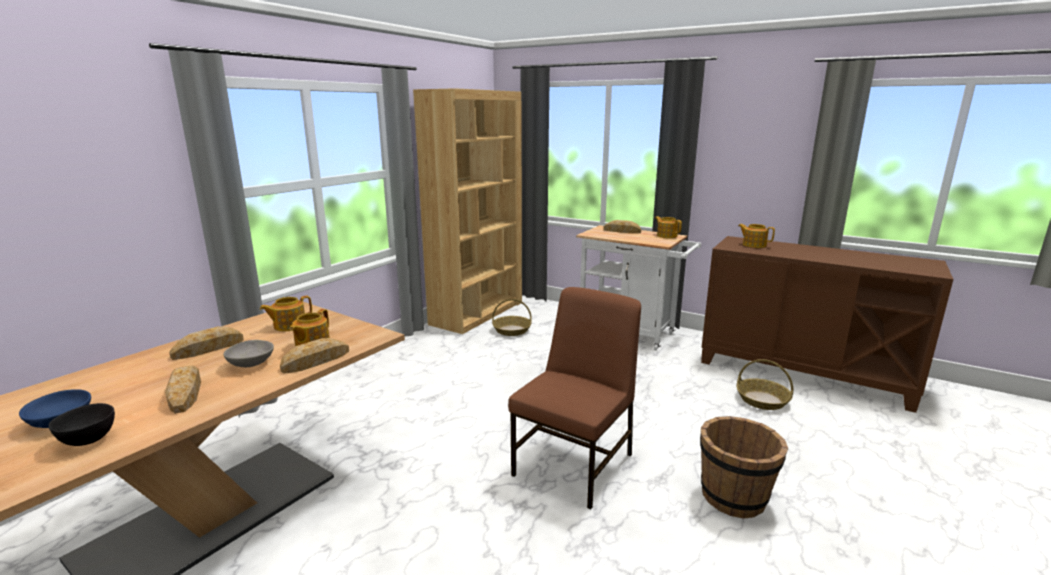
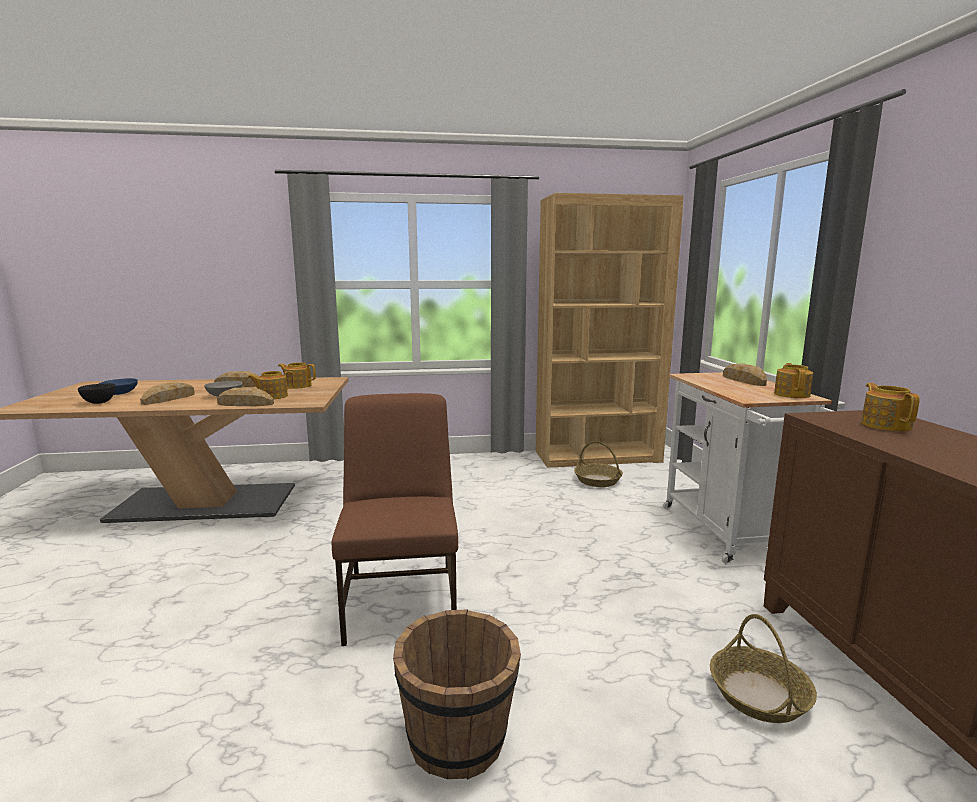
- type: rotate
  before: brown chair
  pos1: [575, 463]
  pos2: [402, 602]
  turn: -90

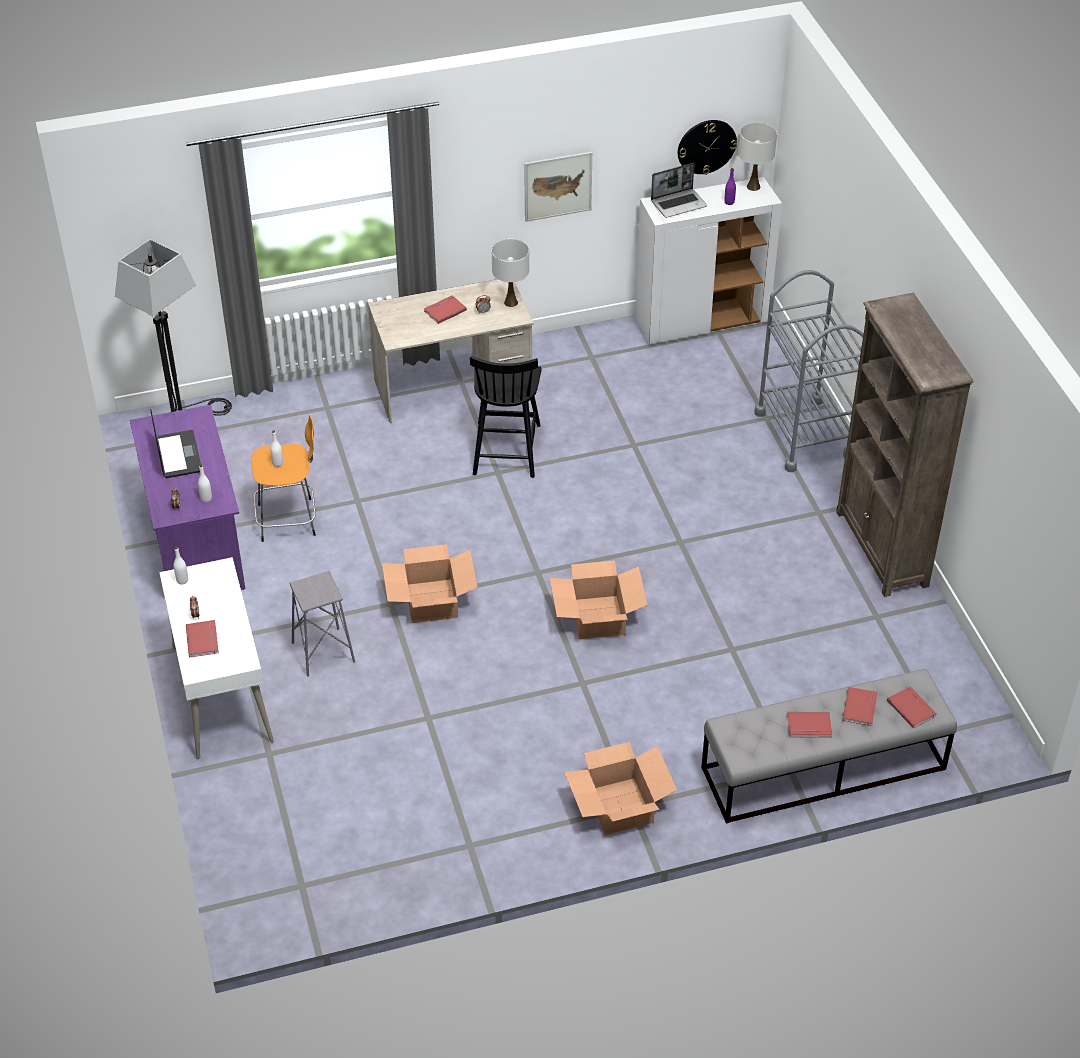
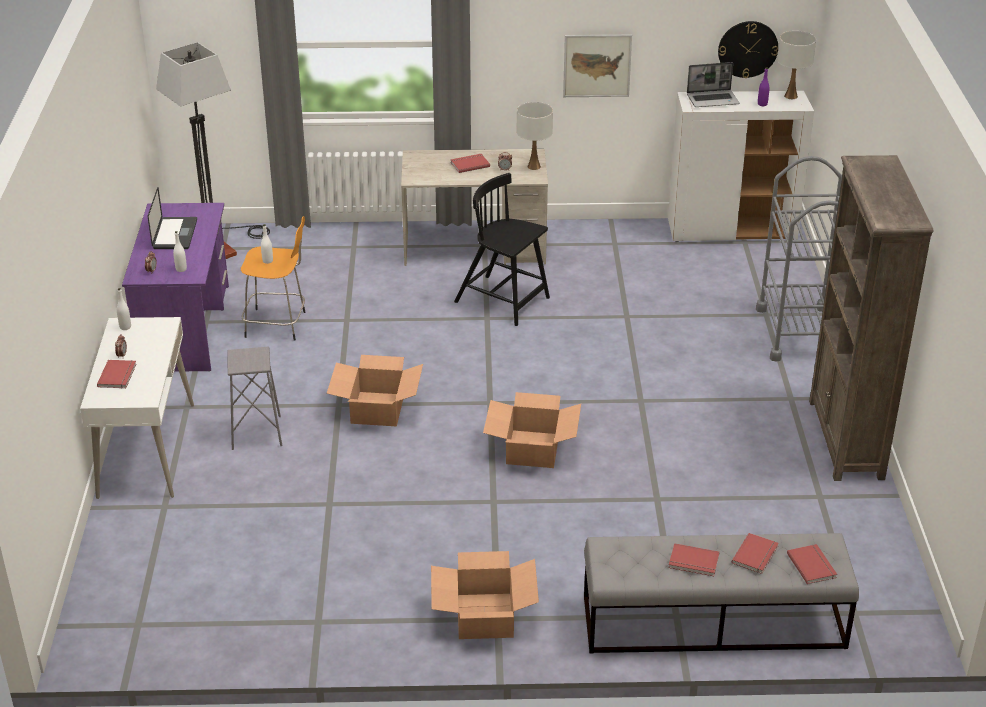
- type: rotate
  before: black chair
  pos1: [506, 448]
  pos2: [503, 301]
  turn: 105

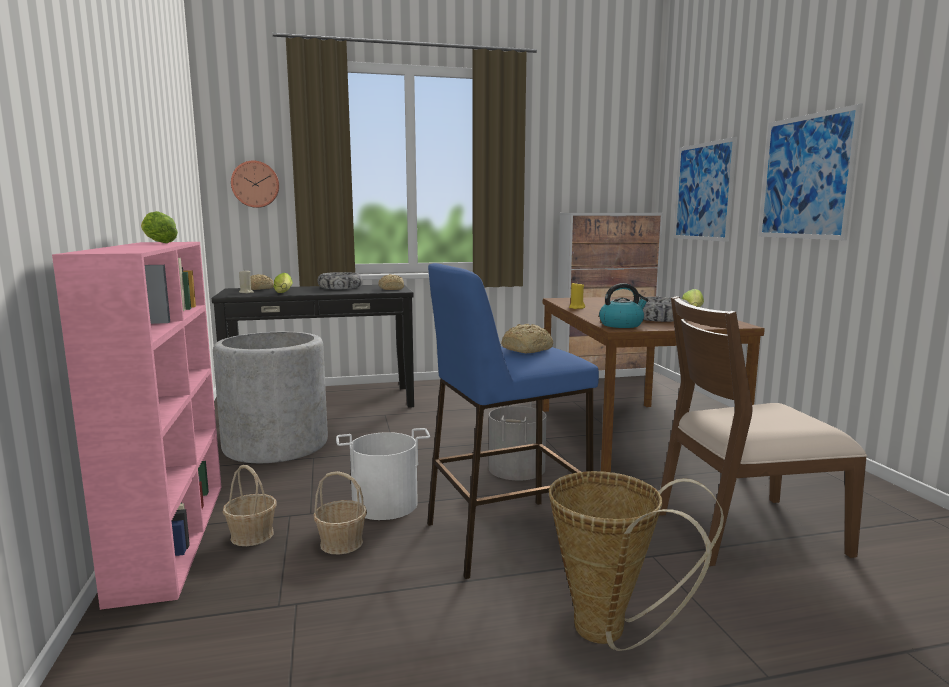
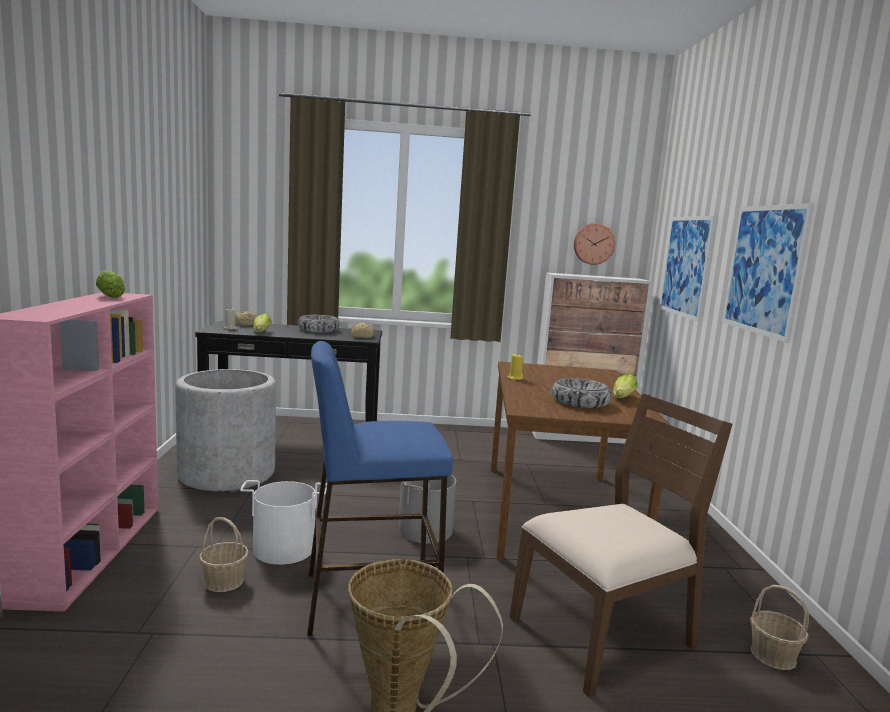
- type: delete
  before: bread
  pos1: [528, 349]
- type: delete
  before: kettle
  pos1: [621, 325]
- type: move
  before: basket
  pos1: [252, 535]
  pos2: [773, 655]
- type: move
  before: wall clock
  pos1: [255, 184]
  pos2: [593, 244]
- type: rotate
  before: brown chair
  pos1: [745, 531]
  pos2: [604, 634]
  turn: 150

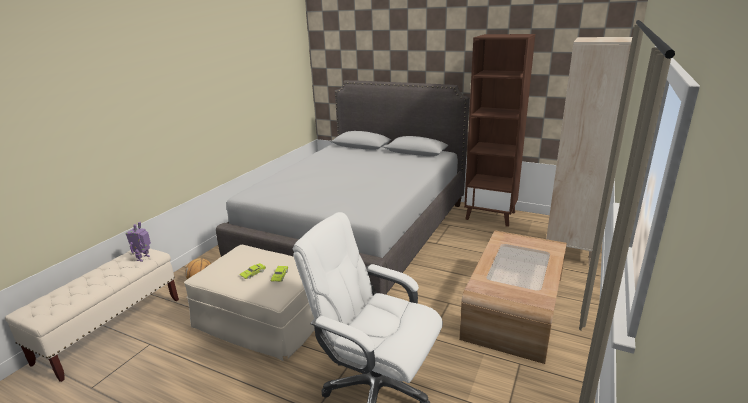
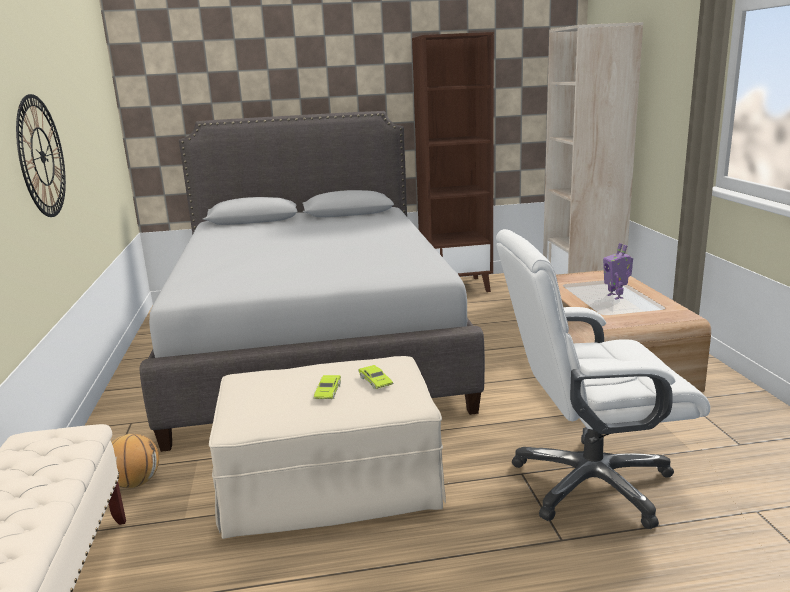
- type: insert
  after: wall clock
  pos2: [42, 156]
- type: move
  before: toy robot
  pos1: [144, 258]
  pos2: [616, 296]

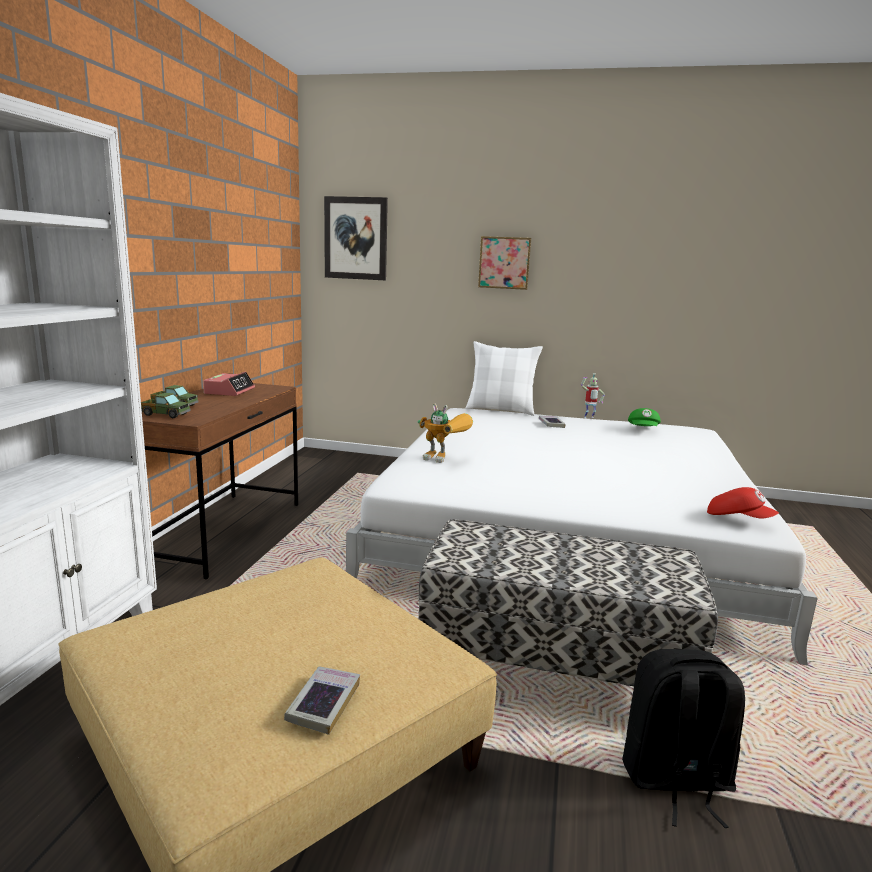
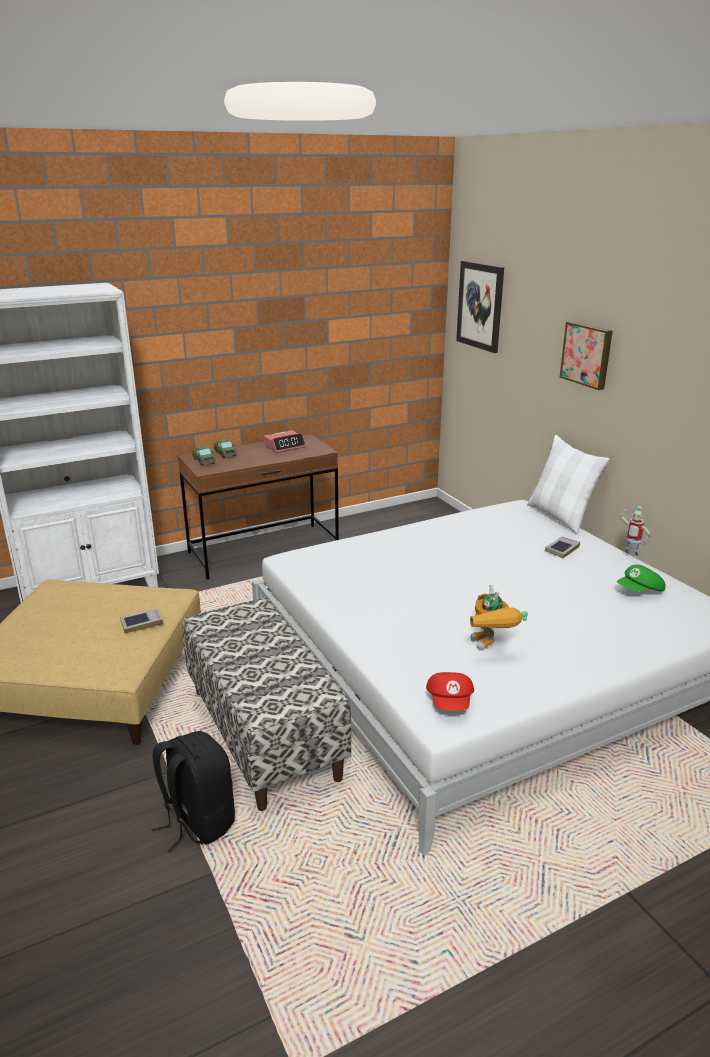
- type: move
  before: book
  pos1: [323, 704]
  pos2: [141, 623]
- type: move
  before: toy robot
  pos1: [445, 459]
  pos2: [491, 648]

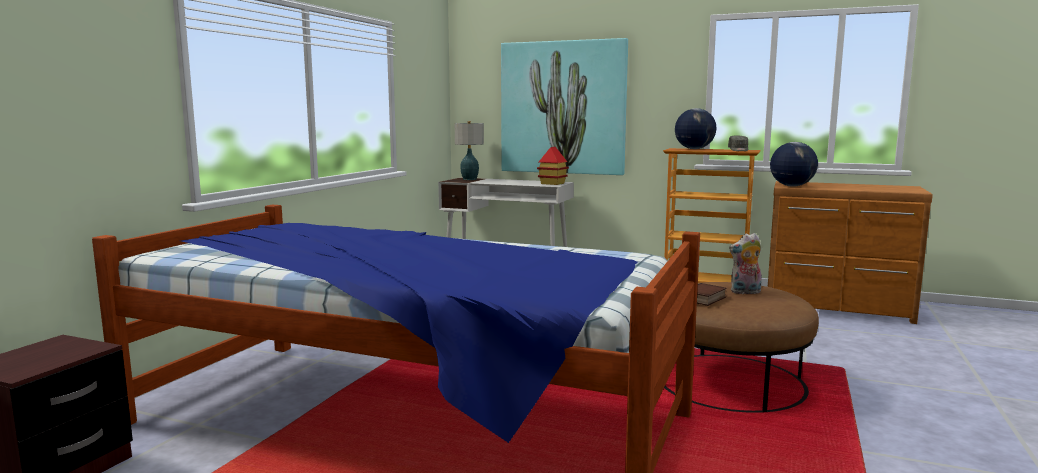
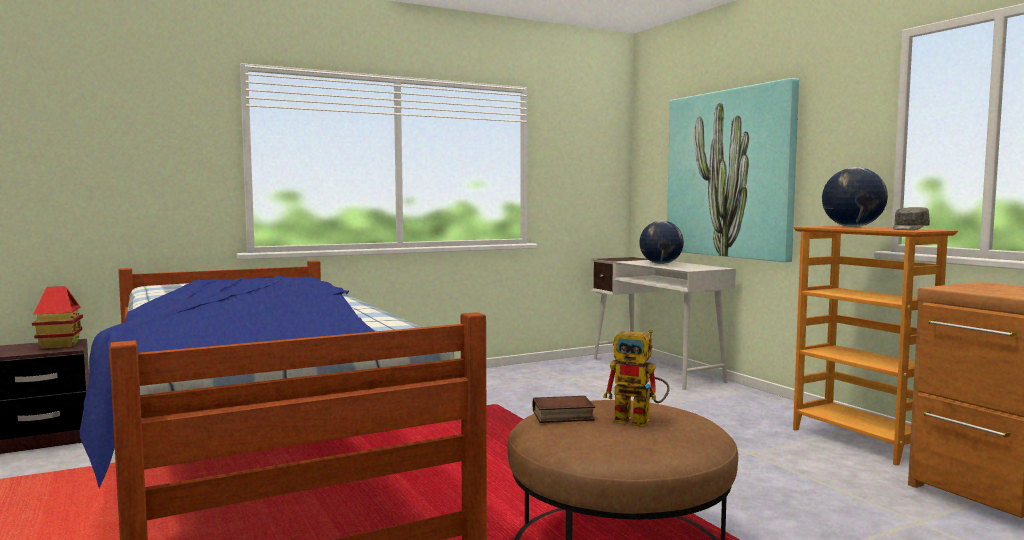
- type: delete
  before: table lamp
  pos1: [470, 179]
- type: move
  before: toy house
  pos1: [552, 183]
  pos2: [59, 345]
- type: move
  before: globe
  pos1: [791, 186]
  pos2: [660, 263]
- type: replace
  before: plush toy
  after: toy robot
  pos1: [745, 292]
  pos2: [640, 421]

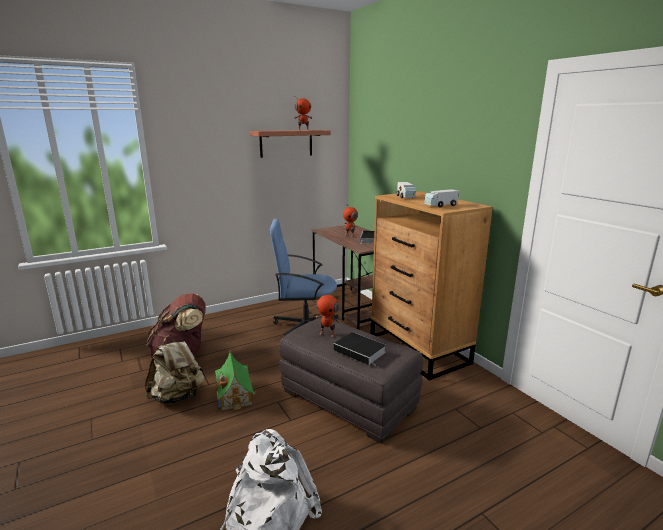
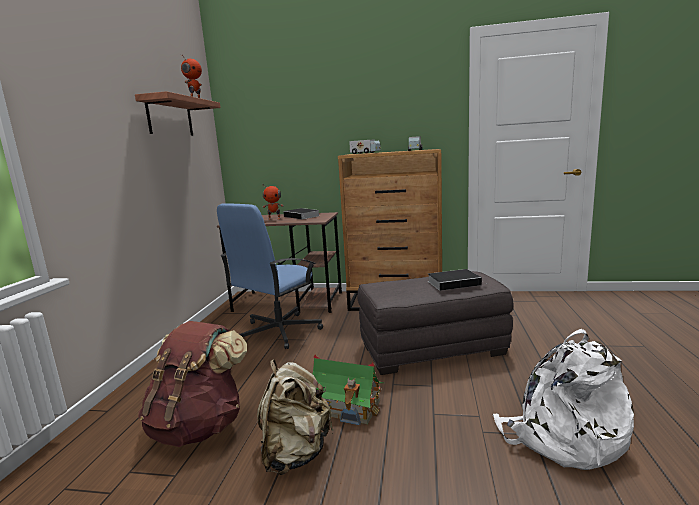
- type: delete
  before: toy robot
  pos1: [327, 334]

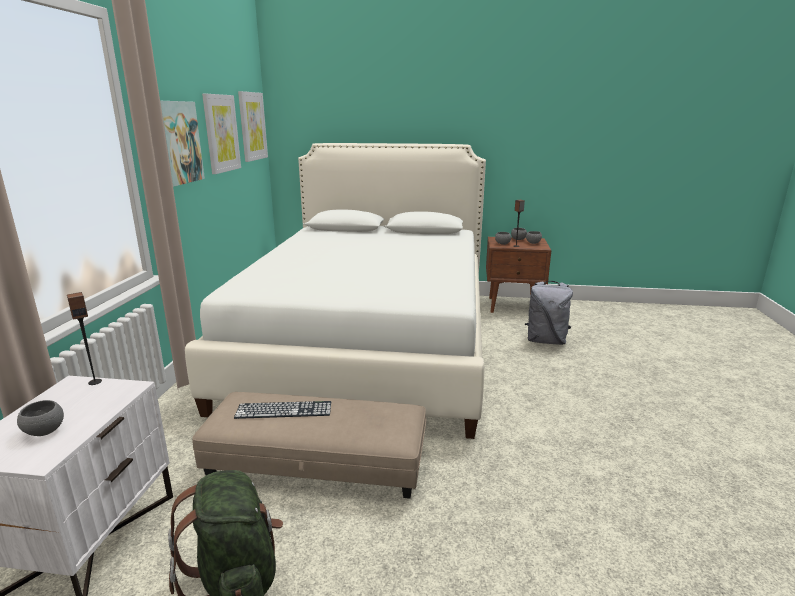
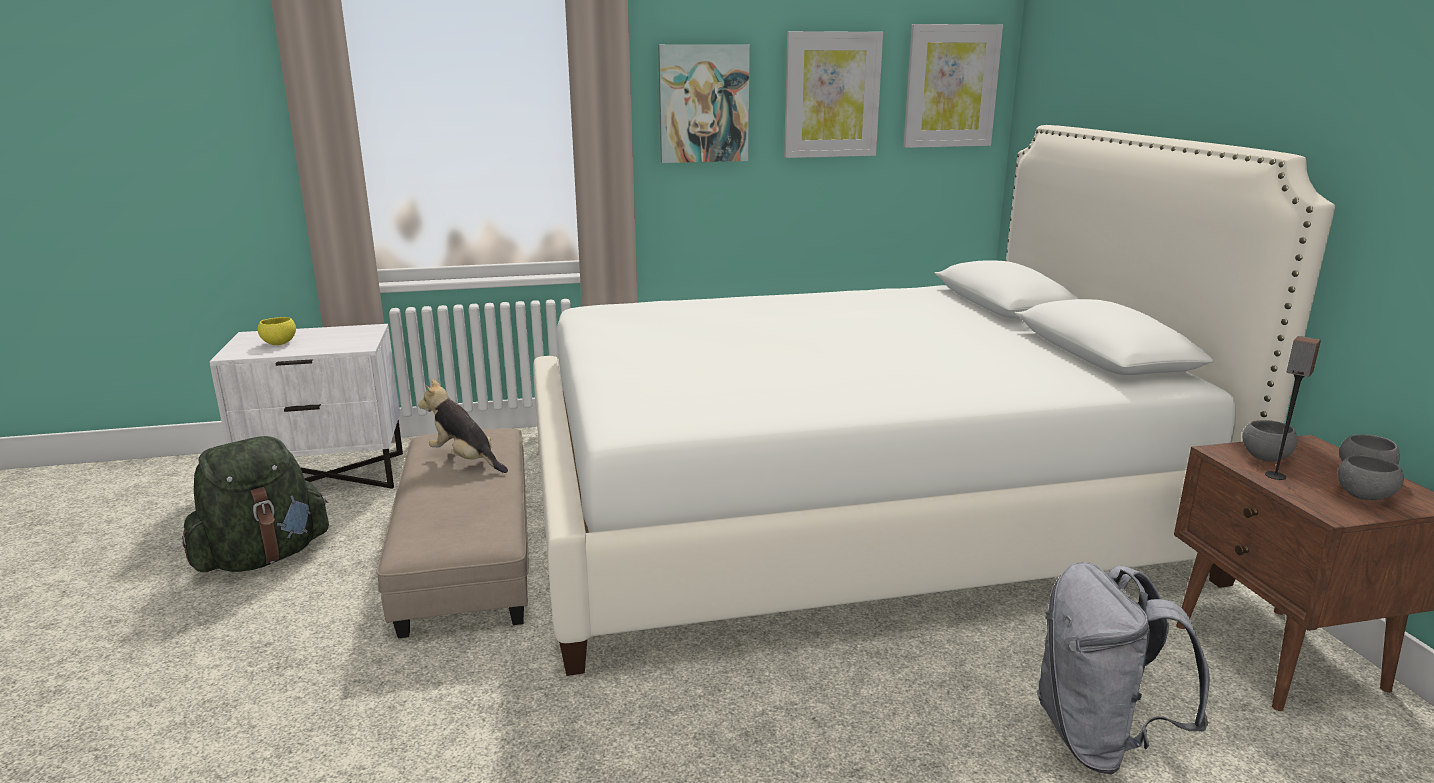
- type: delete
  before: speaker
  pos1: [95, 382]
- type: replace
  before: keyboard
  after: plush toy
  pos1: [284, 410]
  pos2: [465, 460]
- type: recolor
  before: grey bowl
  after: yellow bowl
  pos1: [44, 431]
  pos2: [279, 343]

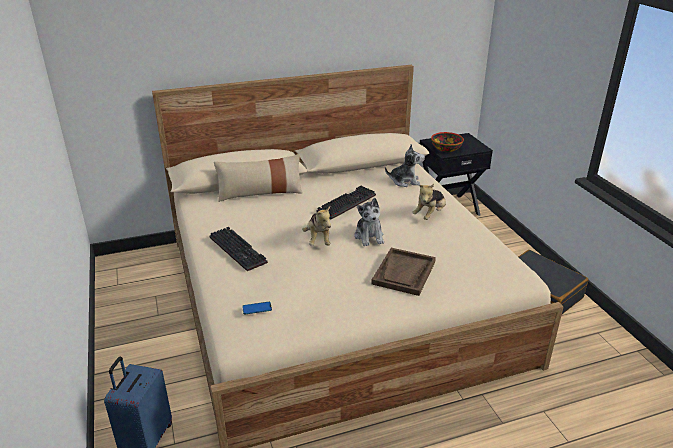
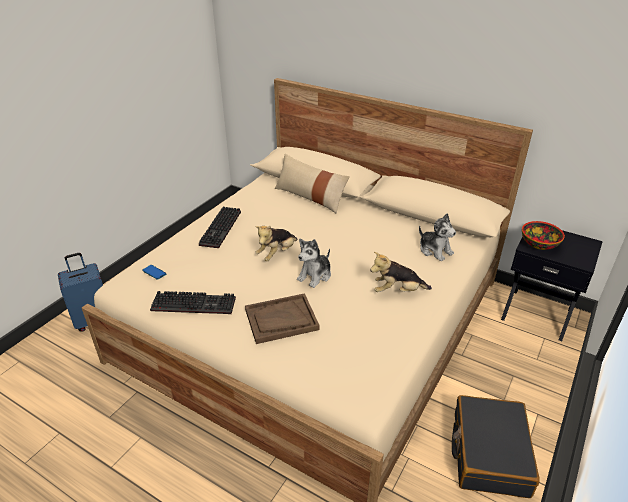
- type: move
  before: keyboard
  pos1: [346, 203]
  pos2: [195, 303]

